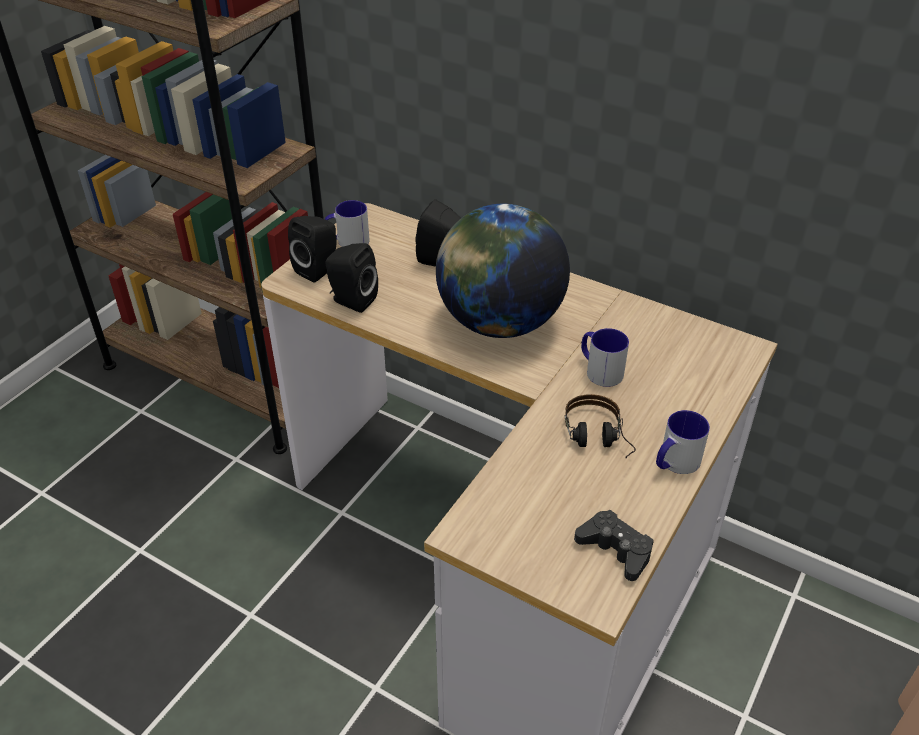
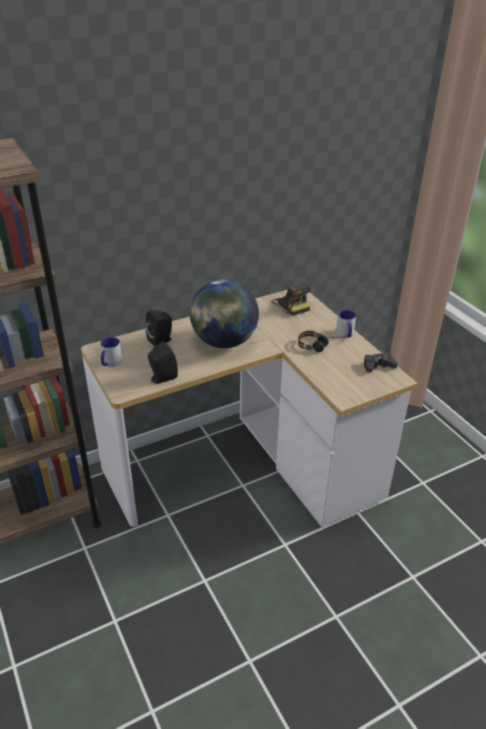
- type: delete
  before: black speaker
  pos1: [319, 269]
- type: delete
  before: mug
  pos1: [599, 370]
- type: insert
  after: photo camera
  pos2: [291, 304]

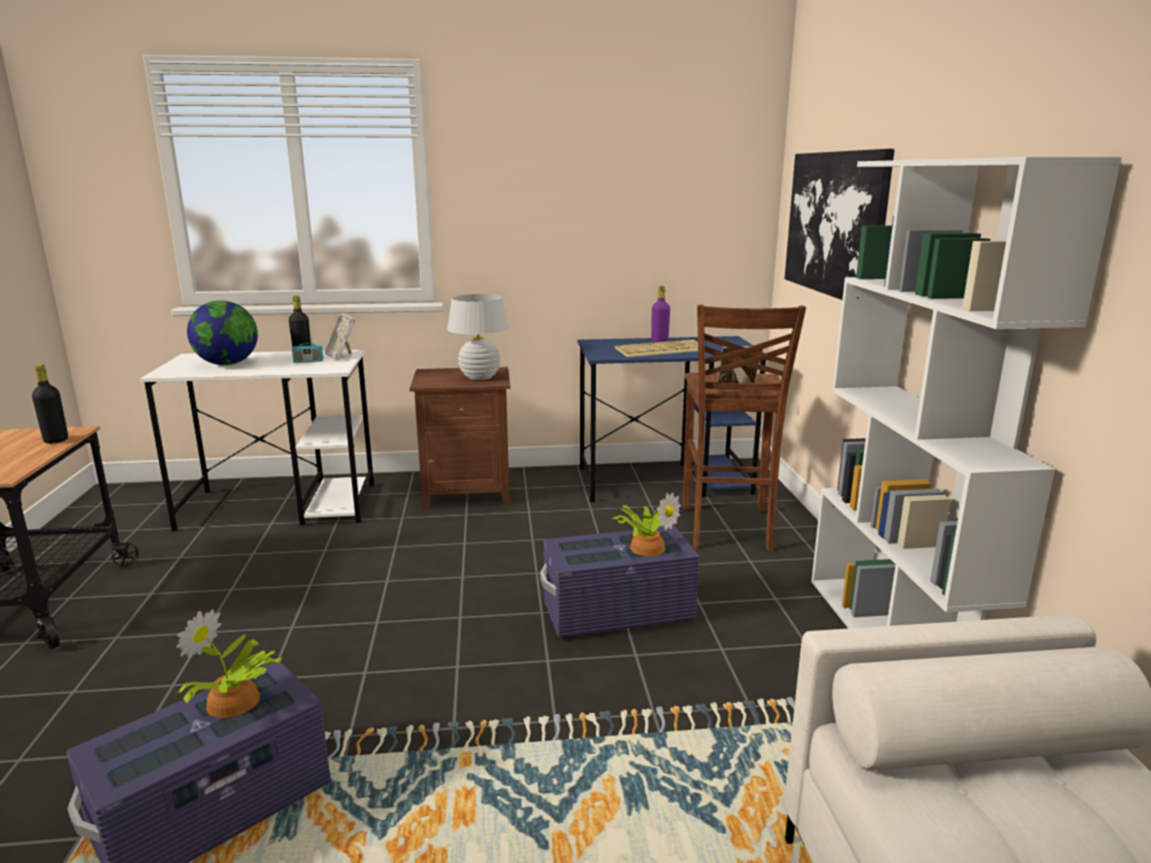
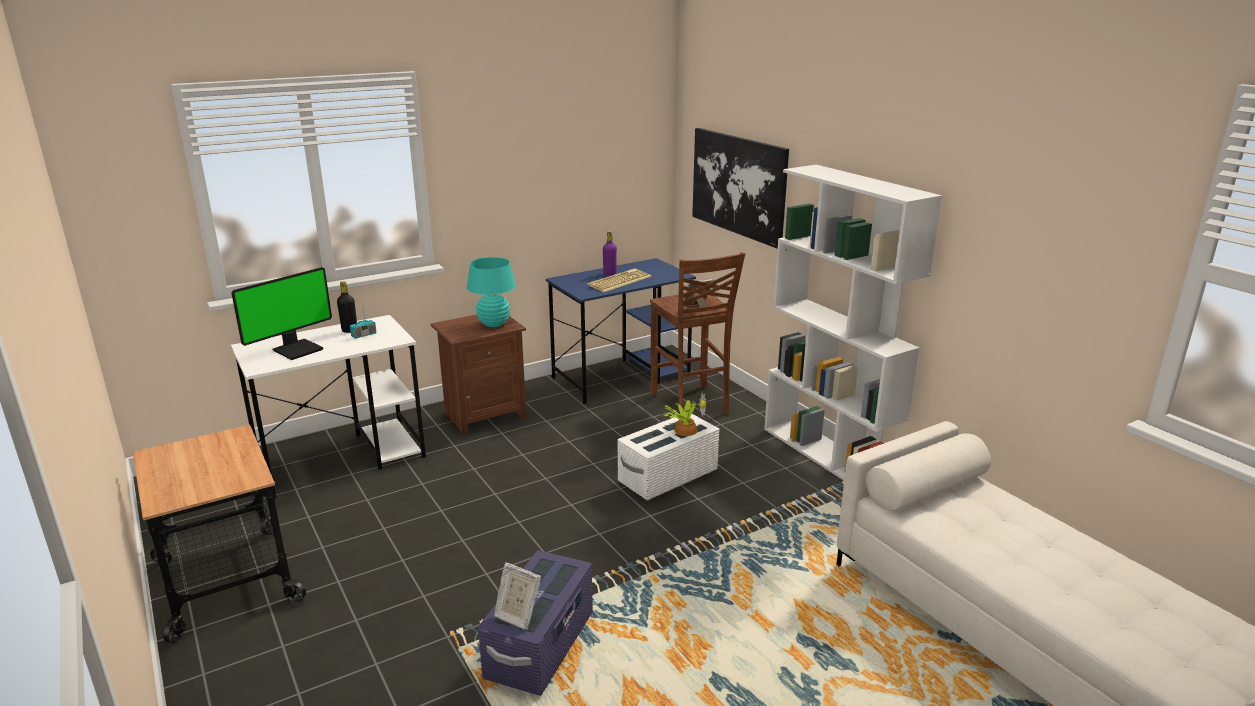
- type: delete
  before: black bottle
  pos1: [56, 440]
- type: delete
  before: potted plant
  pos1: [233, 703]
- type: move
  before: picture frame
  pos1: [341, 356]
  pos2: [517, 616]
- type: replace
  before: globe
  after: monitor
  pos1: [227, 364]
  pos2: [297, 349]
- type: recolor
  before: white table lamp
  after: turquoise table lamp
  pos1: [480, 377]
  pos2: [494, 324]
- type: recolor
  before: purple storage box
  after: white storage box
  pos1: [618, 613]
  pos2: [667, 477]

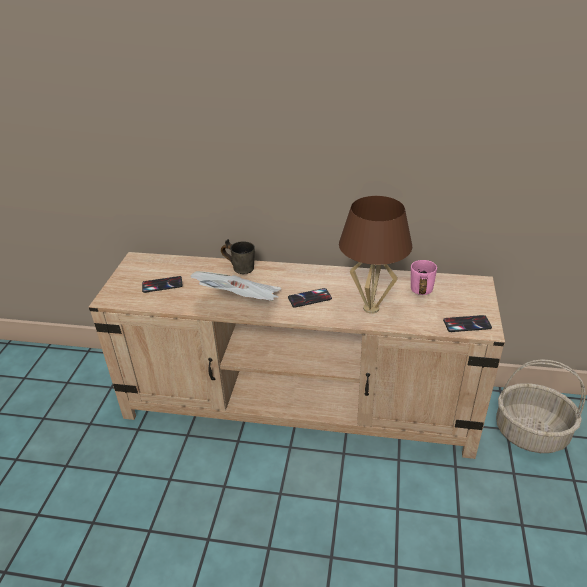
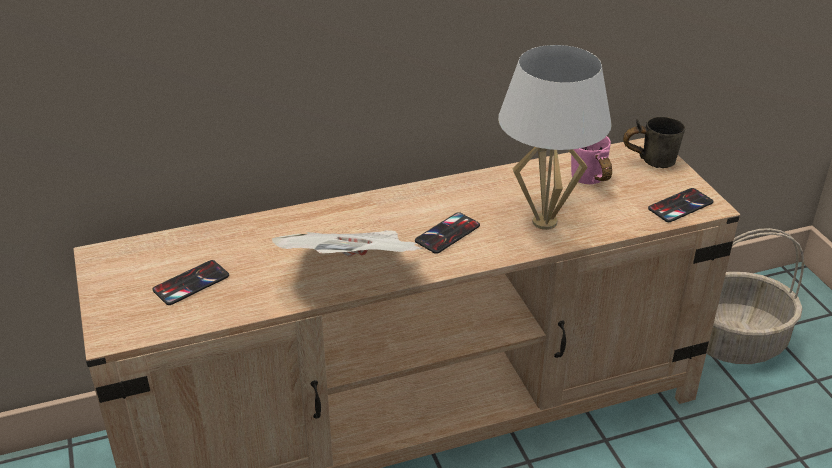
- type: move
  before: grey mug
  pos1: [241, 267]
  pos2: [649, 160]
- type: recolor
  before: brown table lamp
  after: white table lamp
  pos1: [370, 308]
  pos2: [544, 222]

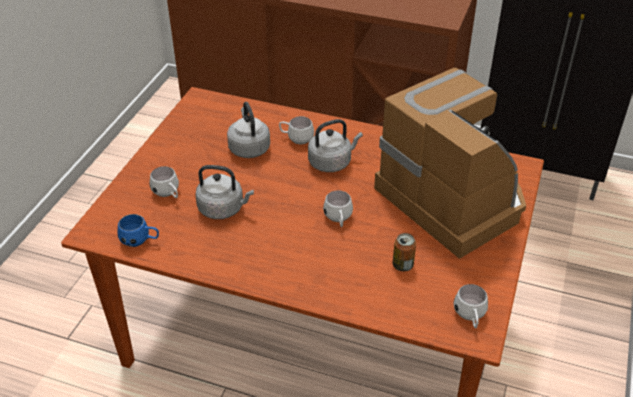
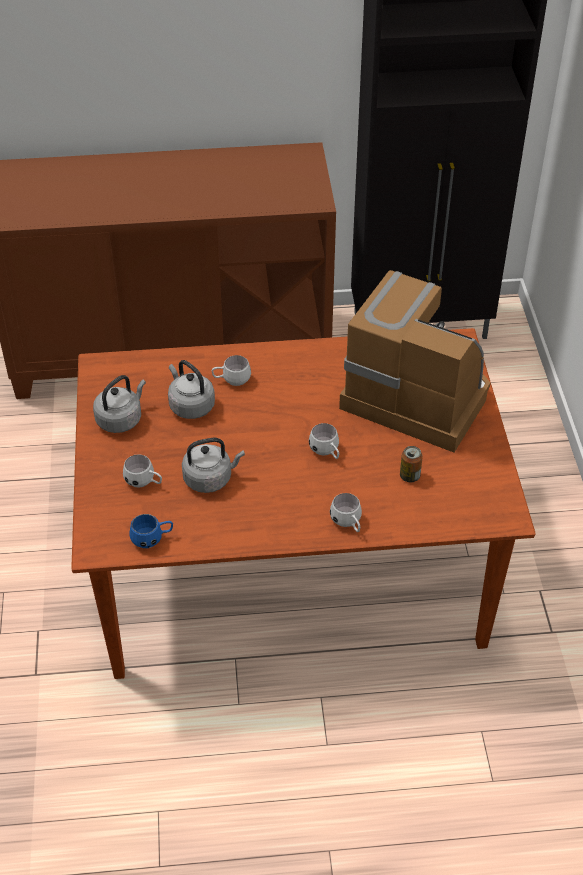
- type: move
  before: grey kettle
  pos1: [332, 162]
  pos2: [121, 419]
- type: move
  before: white mug
  pos1: [470, 317]
  pos2: [348, 523]

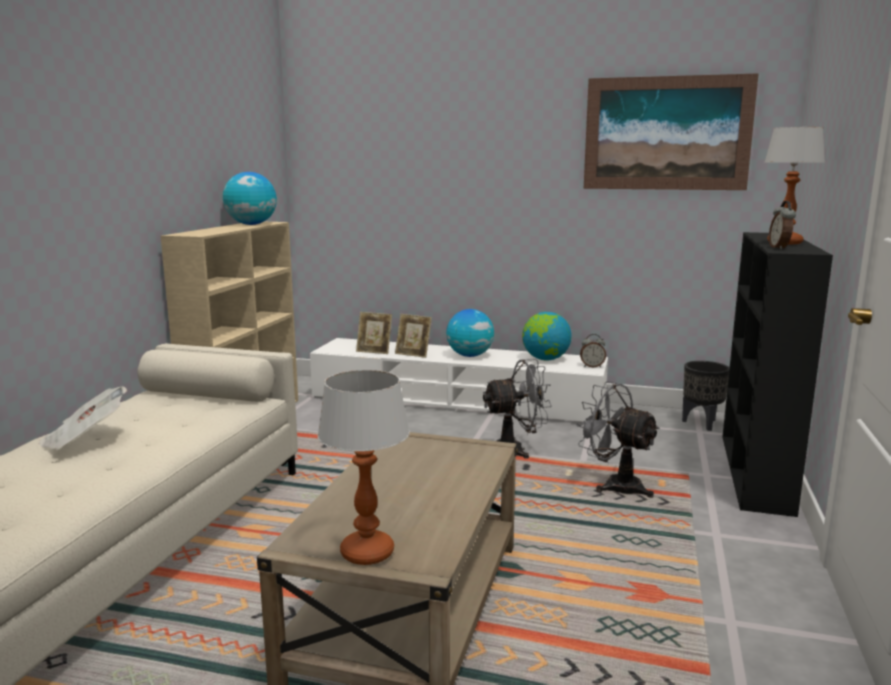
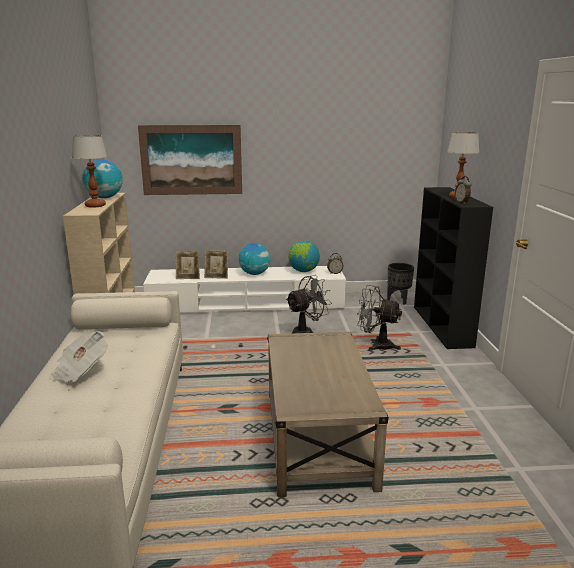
- type: move
  before: table lamp
  pos1: [366, 552]
  pos2: [95, 206]
- type: move
  before: picture
  pos1: [666, 133]
  pos2: [191, 160]

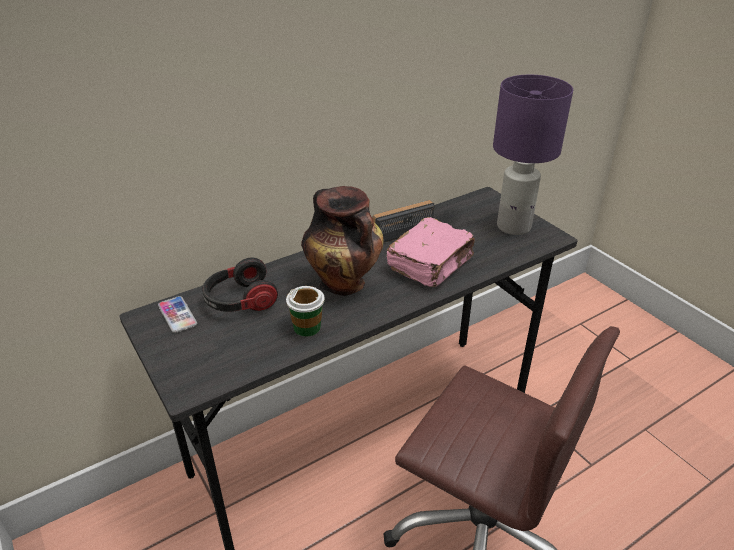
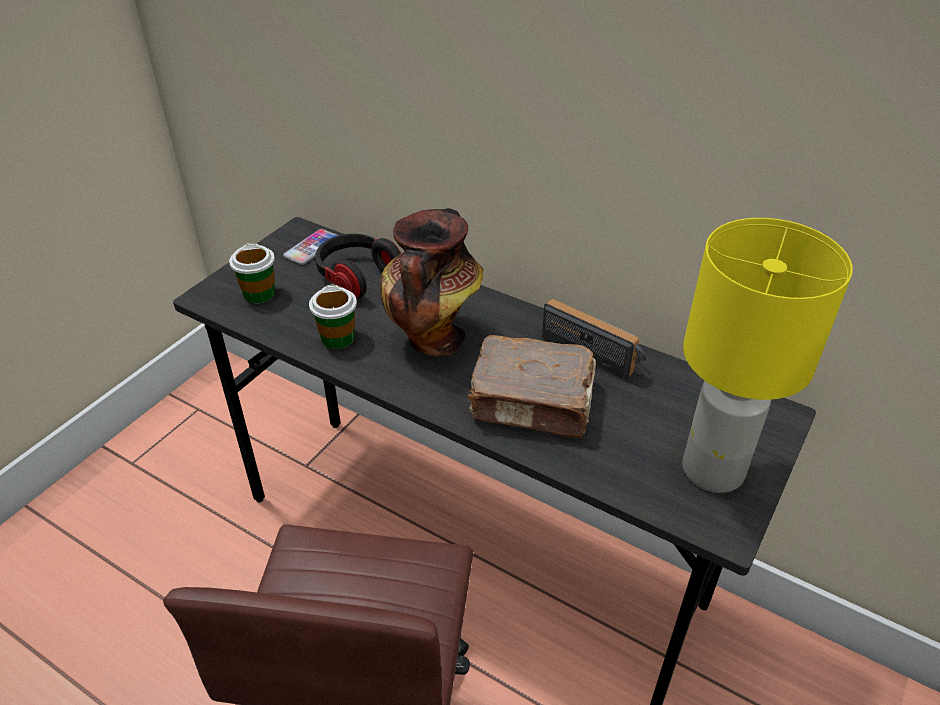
- type: insert
  after: cup
  pos2: [259, 294]
- type: recolor
  before: pink book
  after: brown book
  pos1: [431, 264]
  pos2: [533, 403]
- type: recolor
  before: purple table lamp
  after: yellow table lamp
  pos1: [514, 227]
  pos2: [714, 471]

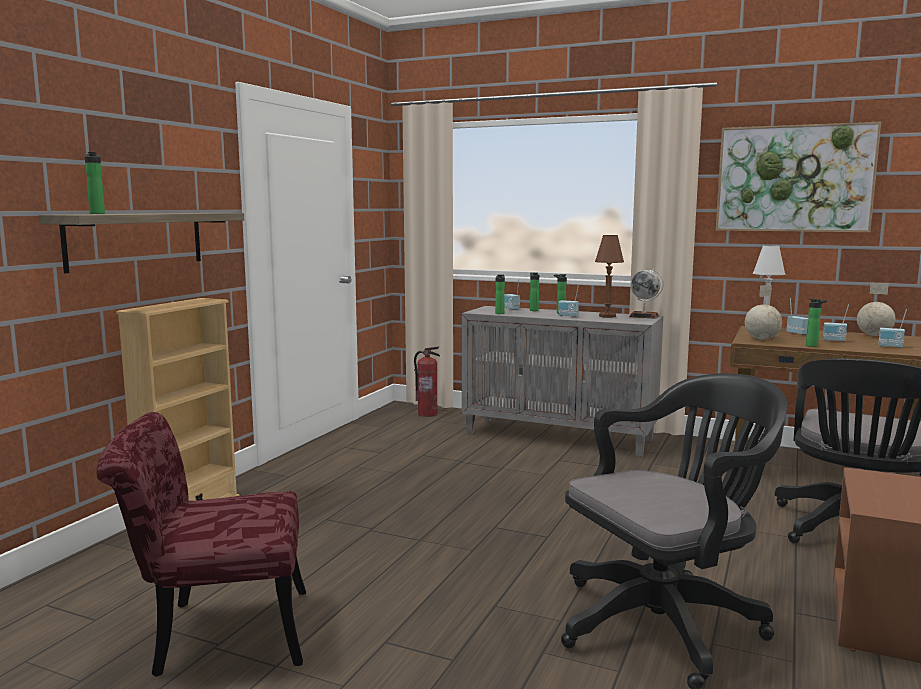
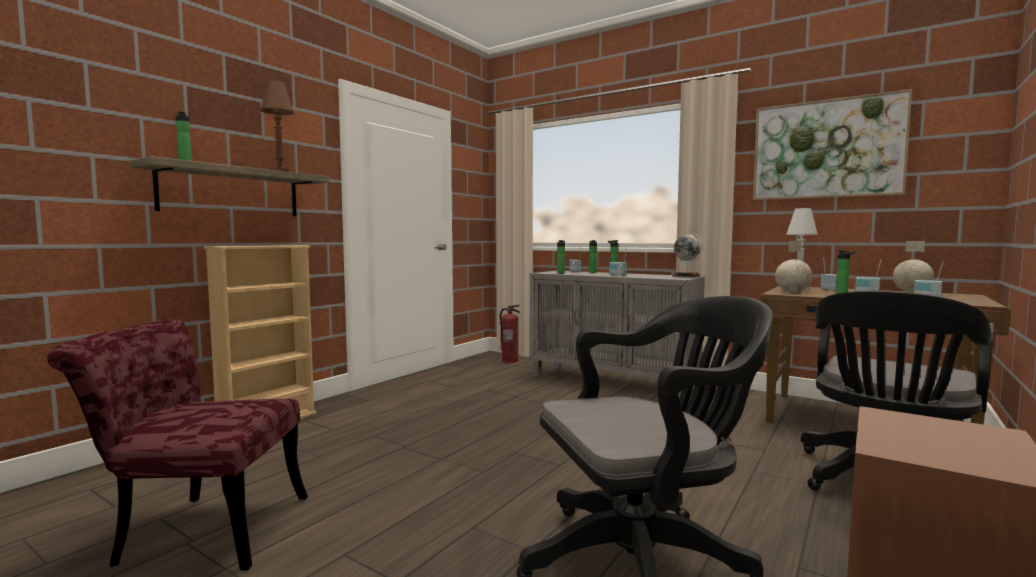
- type: move
  before: brown table lamp
  pos1: [607, 316]
  pos2: [280, 172]

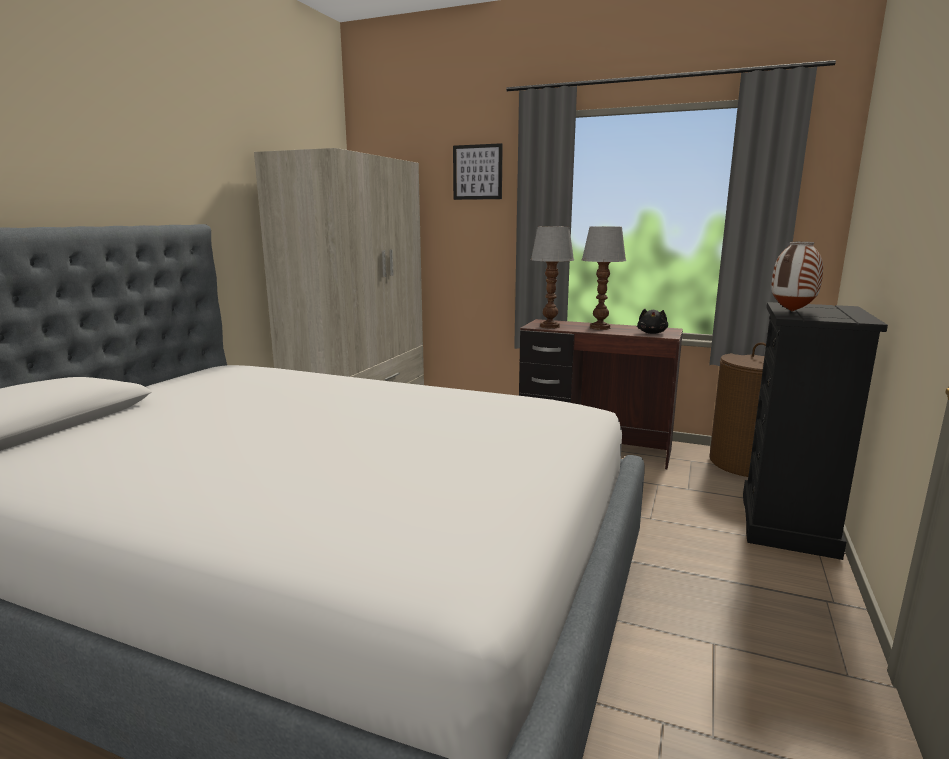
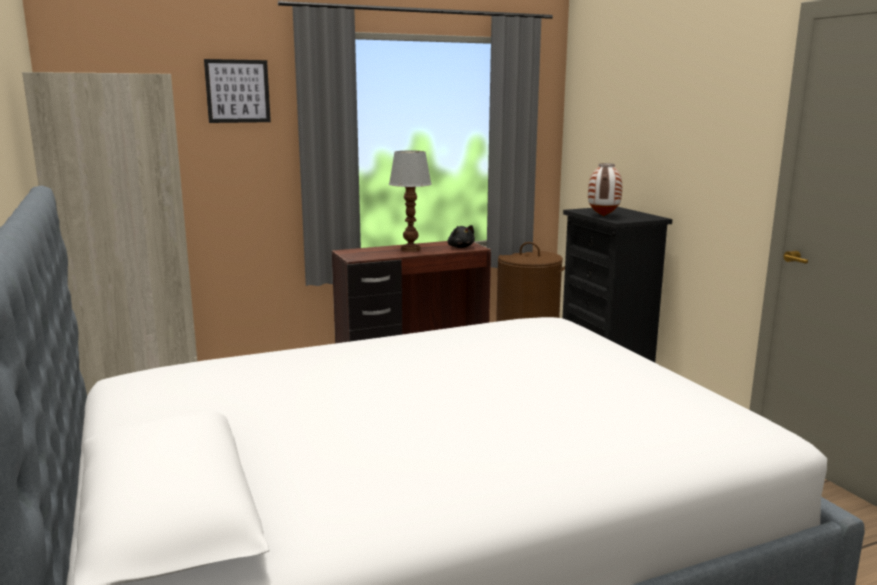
- type: delete
  before: table lamp
  pos1: [550, 326]

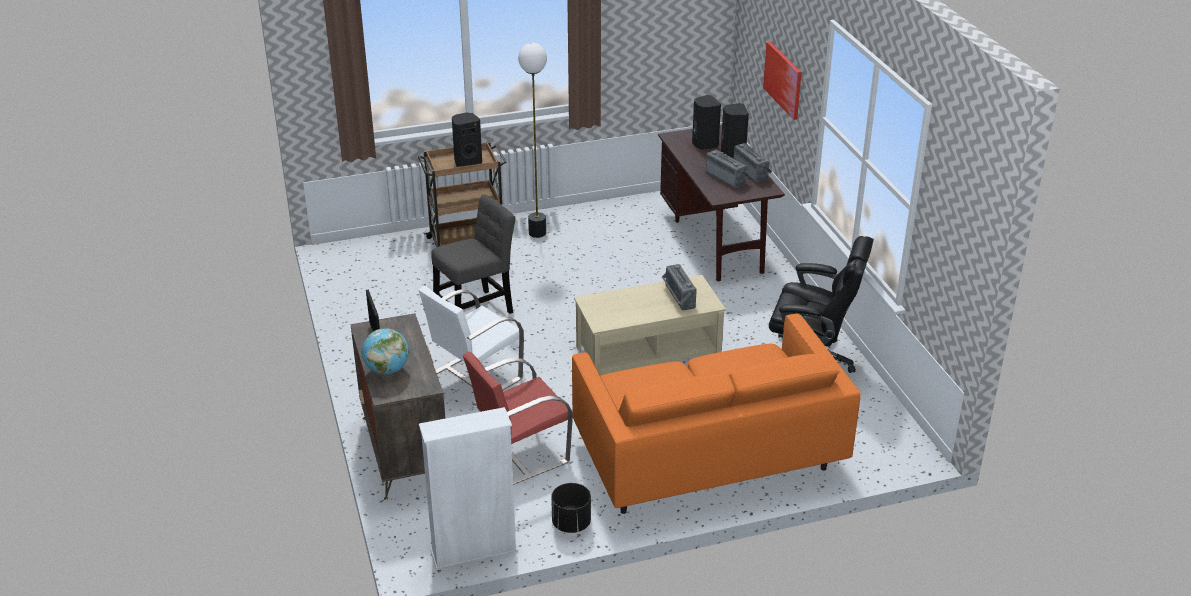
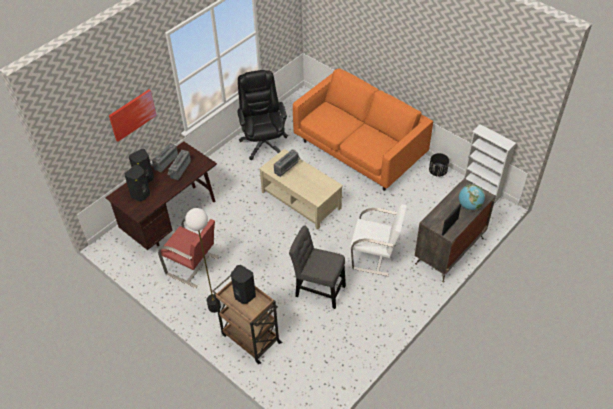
- type: move
  before: red chair
  pos1: [520, 452]
  pos2: [193, 266]

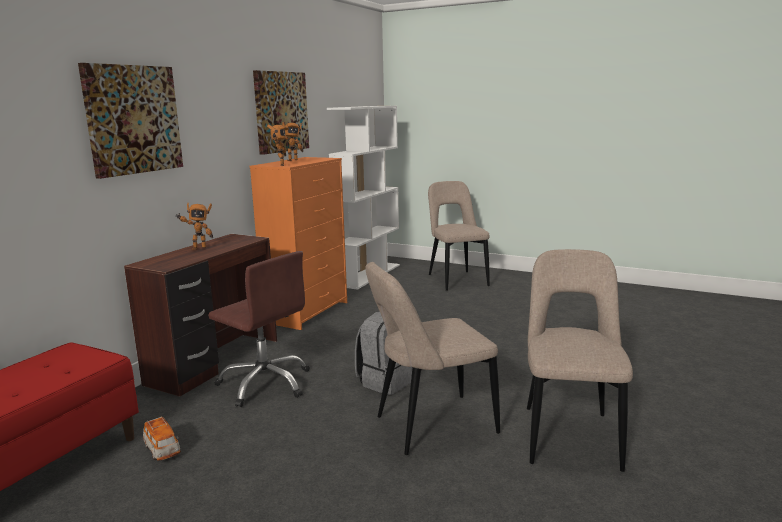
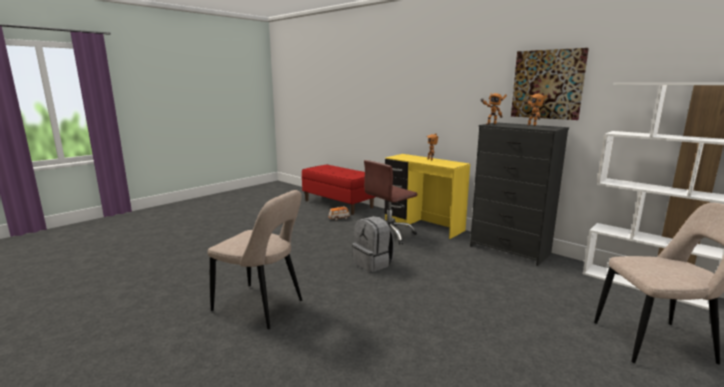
- type: delete
  before: picture
  pos1: [133, 119]
- type: delete
  before: beige chair
  pos1: [430, 426]
- type: recolor
  before: brown desk
  after: yellow desk
  pos1: [216, 362]
  pos2: [423, 225]
- type: recolor
  before: orange dresser
  after: black dresser
  pos1: [307, 312]
  pos2: [510, 250]

